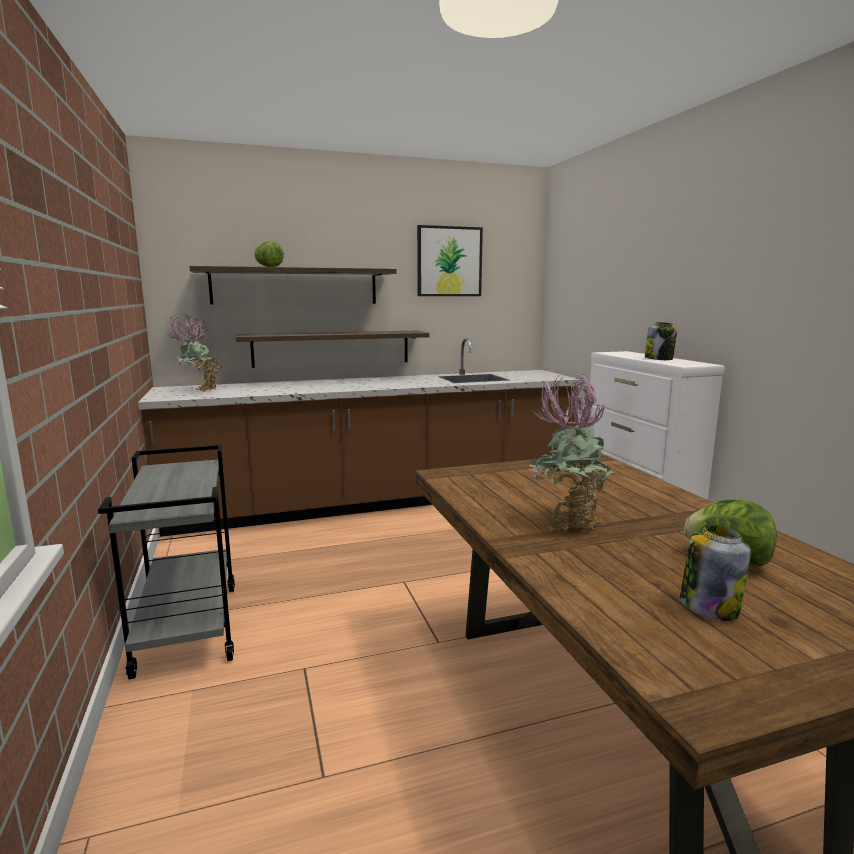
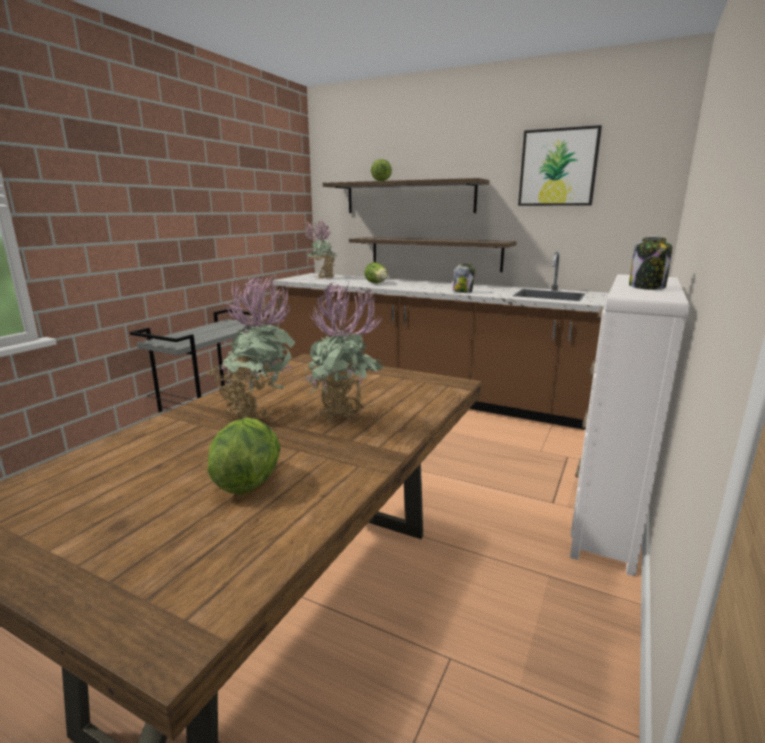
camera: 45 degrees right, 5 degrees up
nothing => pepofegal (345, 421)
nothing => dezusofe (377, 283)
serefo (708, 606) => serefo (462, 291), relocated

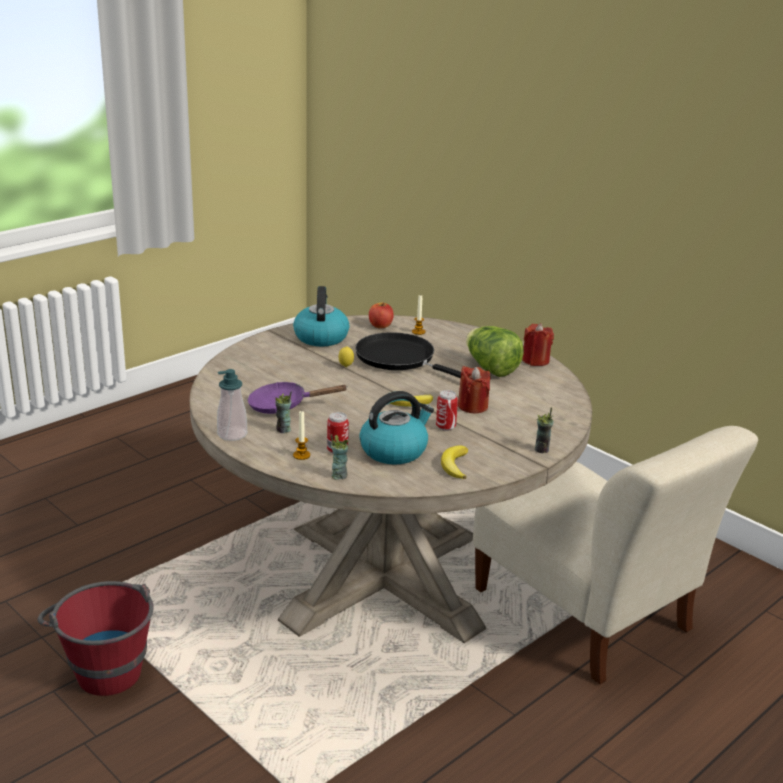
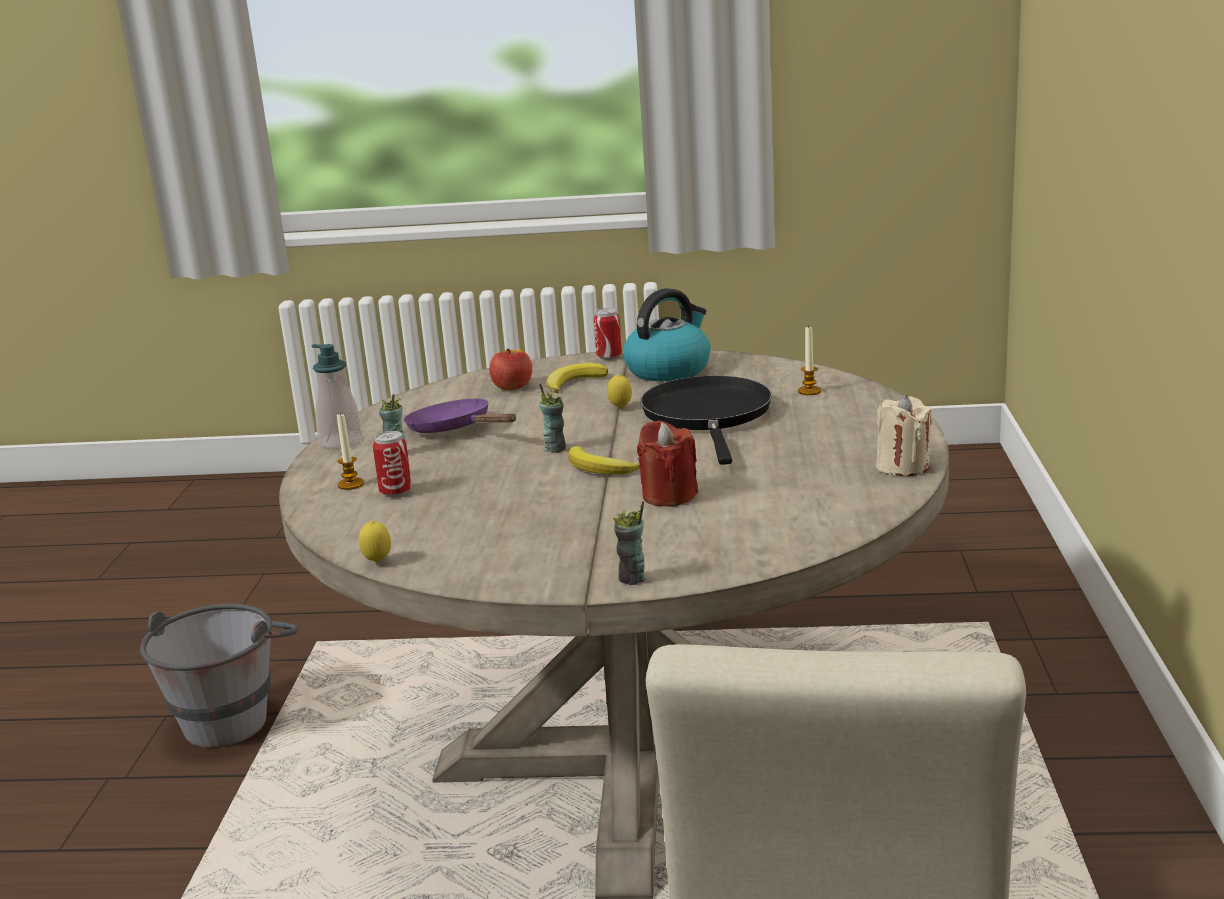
camera: 50 degrees right, 5 degrees down
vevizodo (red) (104, 666) => vevizodo (grey) (234, 714)
nothing => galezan (377, 562)
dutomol (380, 325) => dutomol (512, 387), relocated
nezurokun (339, 475) => nezurokun (555, 448), relocated
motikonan (454, 465) => motikonan (574, 382), relocated
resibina (445, 427) => resibina (609, 357), relocated
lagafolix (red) (535, 360) => lagafolix (beige) (902, 466)
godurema (394, 450) => nothing
dezusofe (491, 368) => nothing

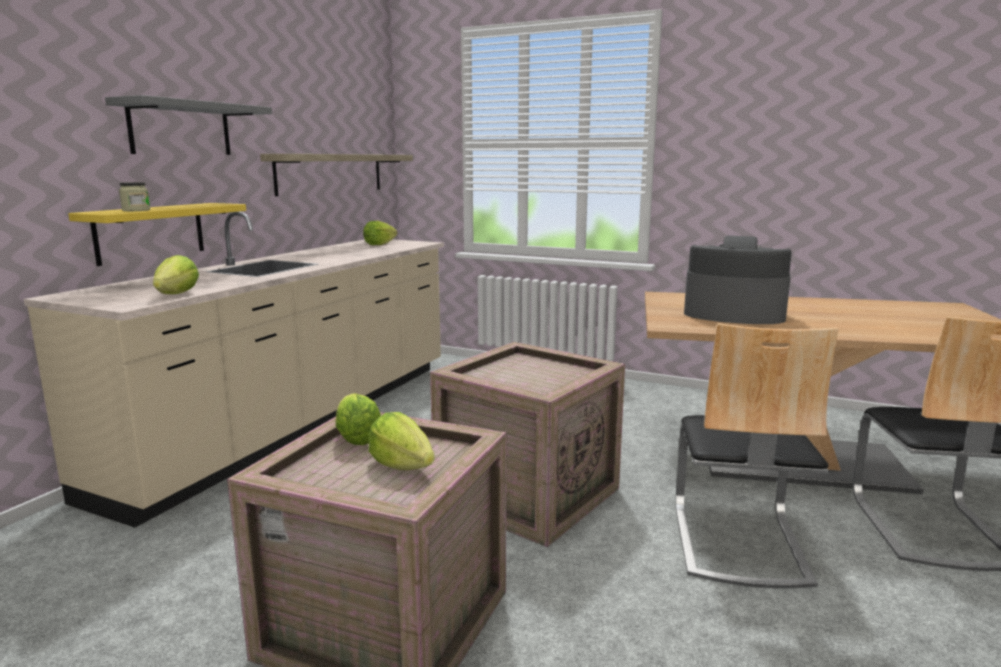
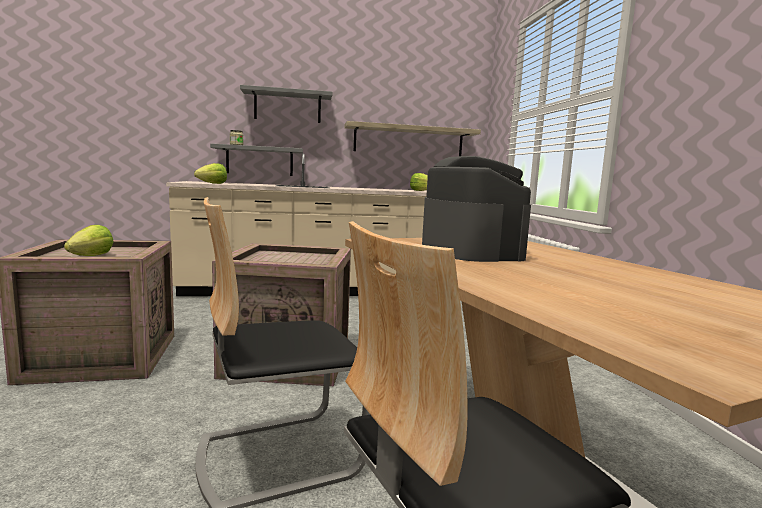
camera: 55 degrees right, 5 degrees down
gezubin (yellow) (150, 232) => gezubin (grey) (259, 161)
dezusofe (357, 438) => nothing

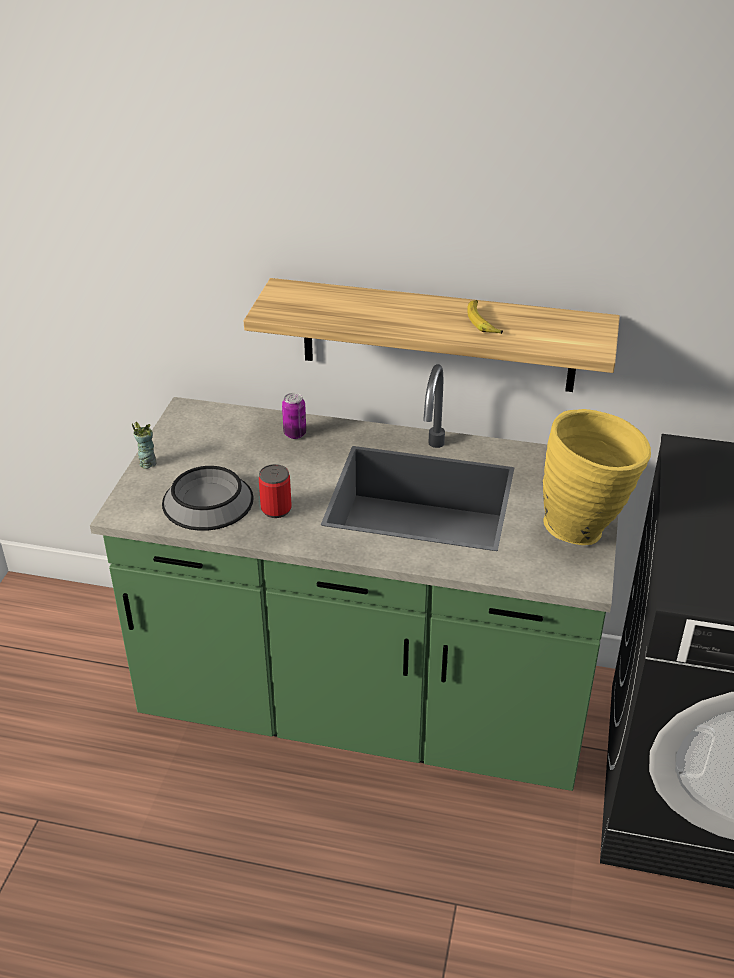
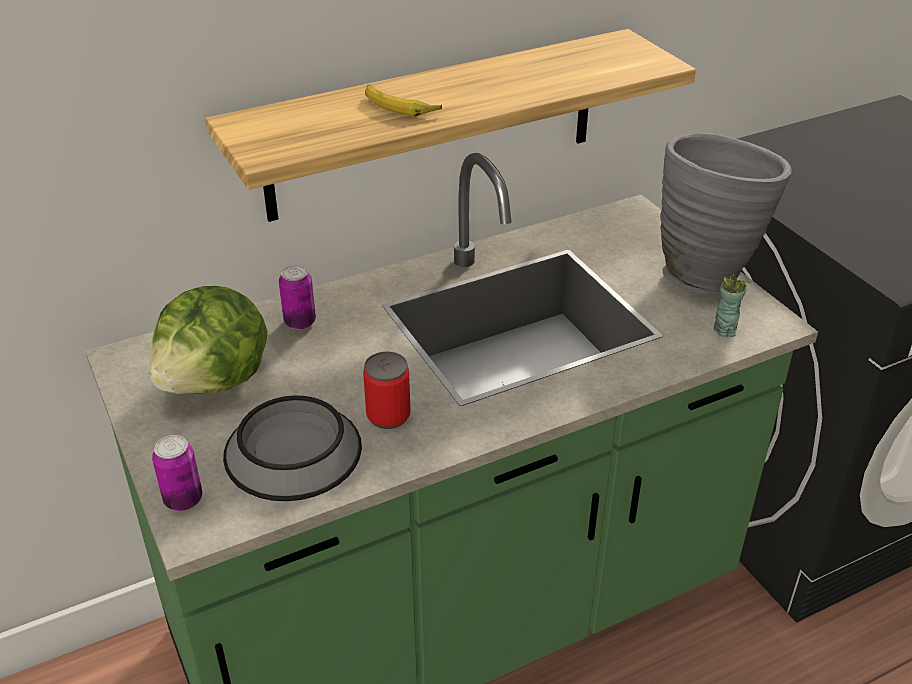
camera: 40 degrees left, 0 degrees up
nothing => dezusofe (216, 381)
nothing => resibina (183, 500)
motikonan (482, 322) => motikonan (399, 107), relocated
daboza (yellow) (586, 528) => daboza (grey) (706, 274)
nezurokun (147, 463) => nezurokun (724, 330), relocated

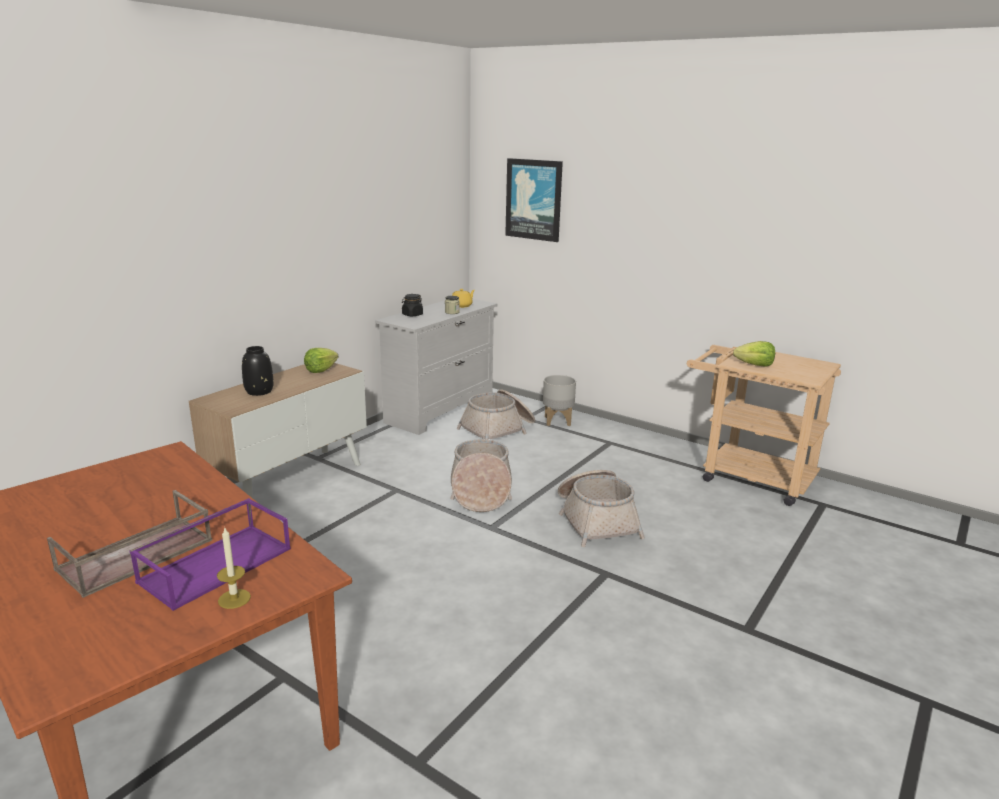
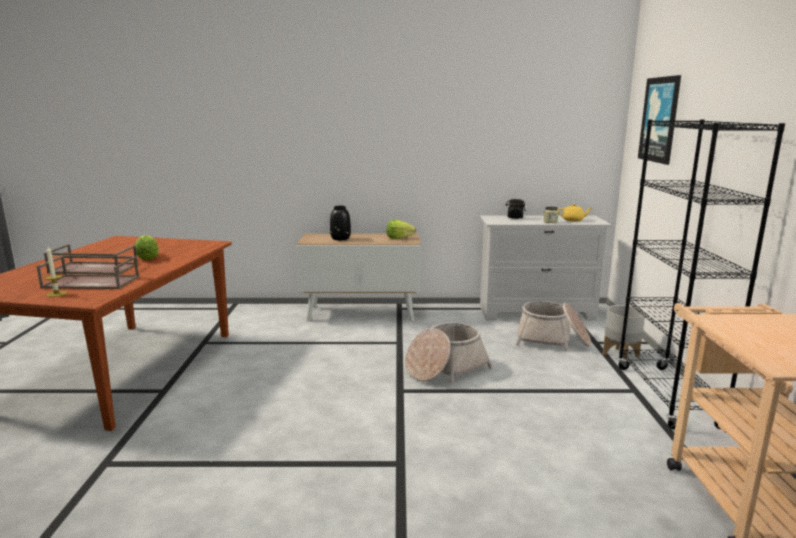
camera: 55 degrees right, 5 degrees down
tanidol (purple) (216, 564) => tanidol (brown) (92, 282)
dezusofe (755, 365) => dezusofe (148, 257), relocated
nothing => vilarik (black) (667, 396)
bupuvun (596, 520) => nothing

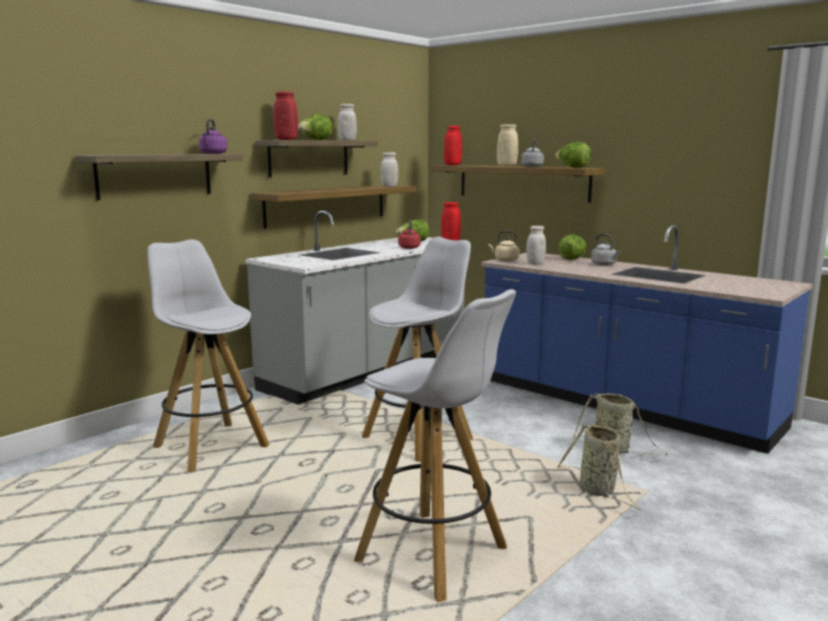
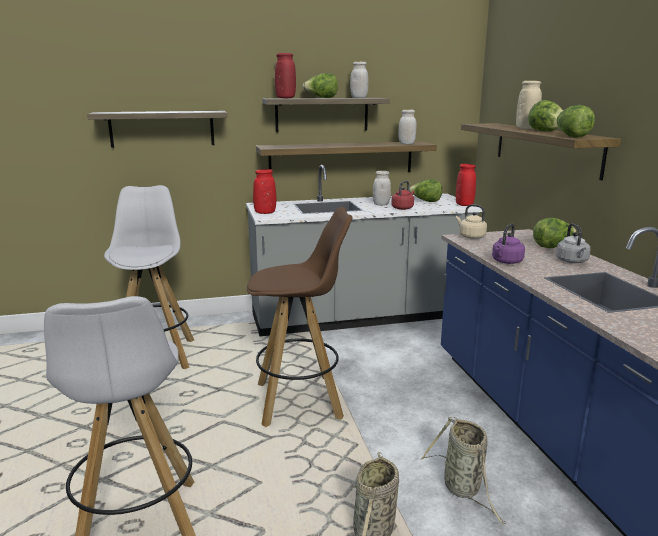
camera: 35 degrees right, 5 degrees up
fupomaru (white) (418, 438) => fupomaru (brown) (300, 400)
daboza (red) (452, 165) => daboza (red) (265, 213), relocated
serefo (white) (535, 263) => serefo (white) (381, 204), relocated
godurema (purple) (213, 153) => godurema (purple) (506, 262), relocated
godurema (grey) (532, 166) => dezusofe (545, 131)

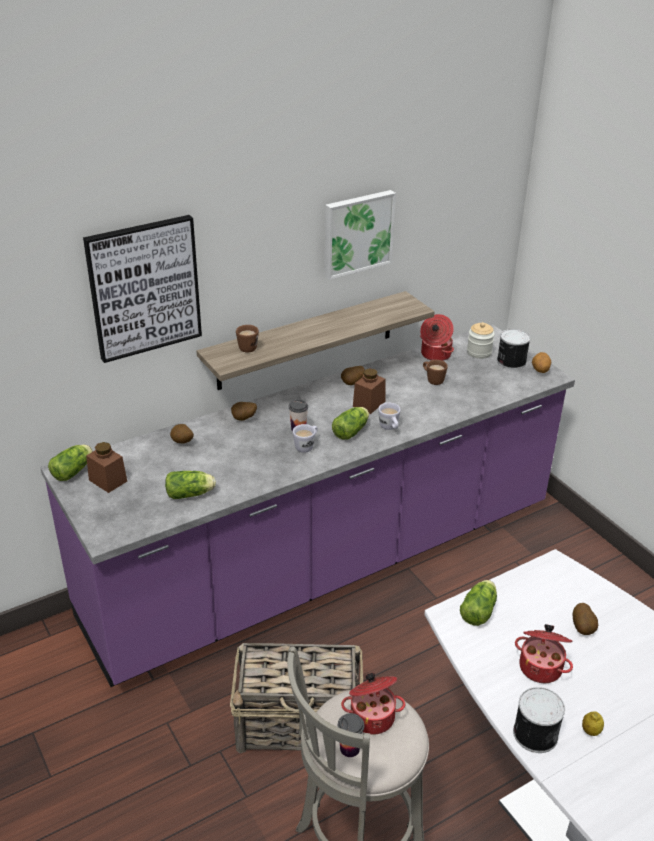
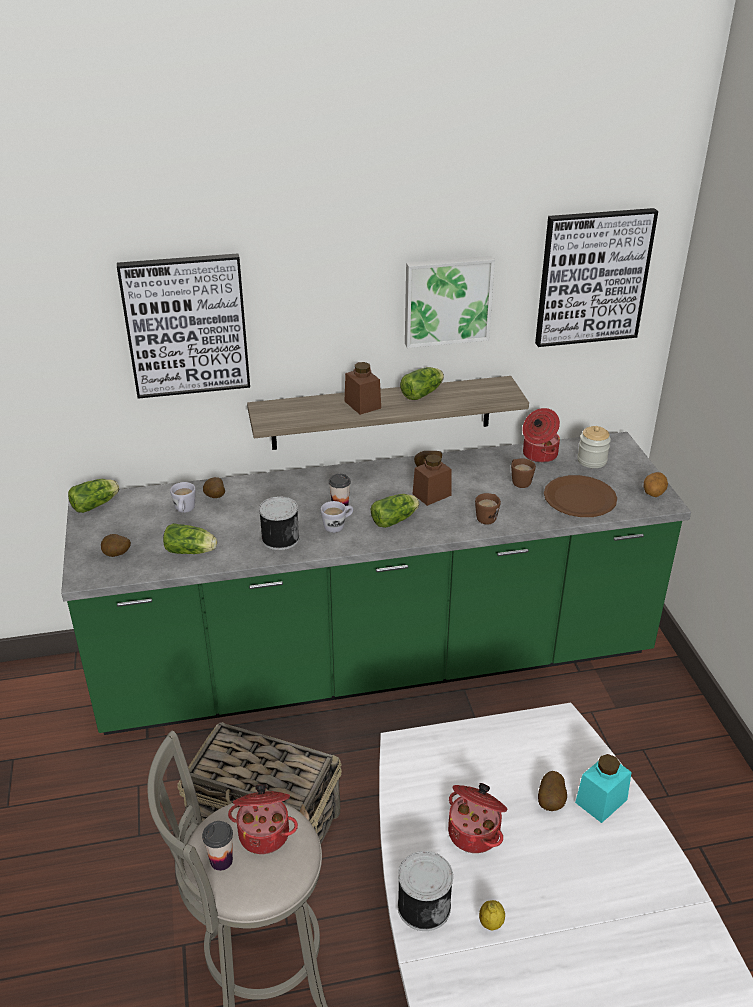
camera: 20 degrees right, 0 degrees up
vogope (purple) (324, 563) => vogope (green) (376, 662)
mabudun (244, 419) => mabudun (116, 555), relocated
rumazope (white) (390, 428) => rumazope (white) (184, 511), relocated
resibina (510, 361) => resibina (279, 538), relocated
serefo (brown) (108, 480) => serefo (brown) (362, 404), relocated
dezusofe (479, 610) => dezusofe (423, 393), relocated
rumazope (brown) (248, 346) => rumazope (brown) (487, 517), relocated
nothing => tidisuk (593, 277)
nothing => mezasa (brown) (580, 498)
nothing => serefo (turquoise) (601, 801)

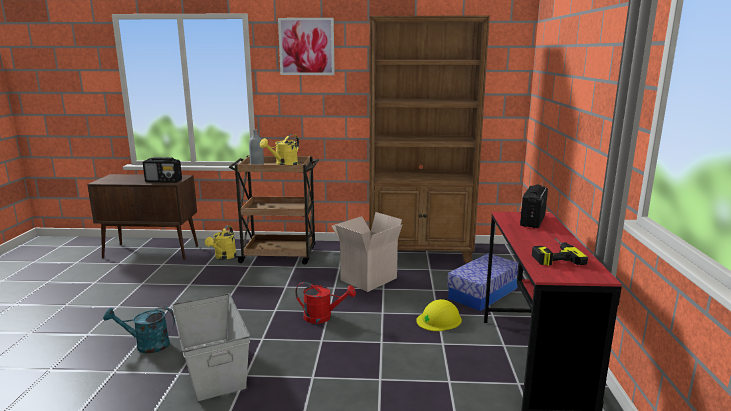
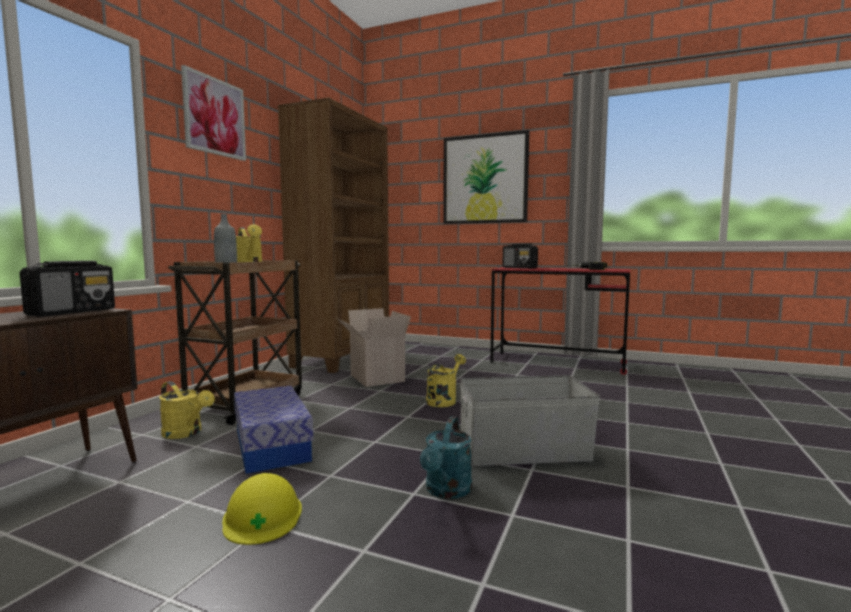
camera: 70 degrees left, 10 degrees down
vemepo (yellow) (439, 320) => vemepo (yellow) (262, 516), relocated
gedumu (483, 293) => gedumu (272, 445), relocated
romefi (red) (323, 317) => romefi (yellow) (444, 400)
nothing => tidisuk (485, 179)

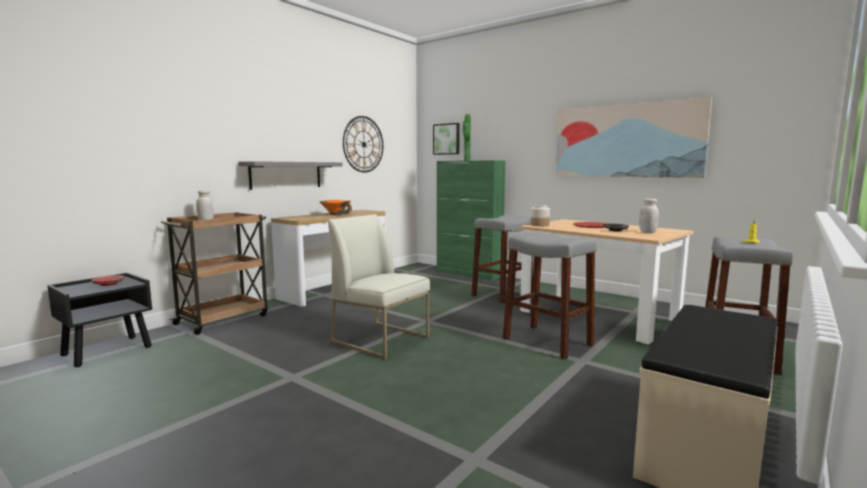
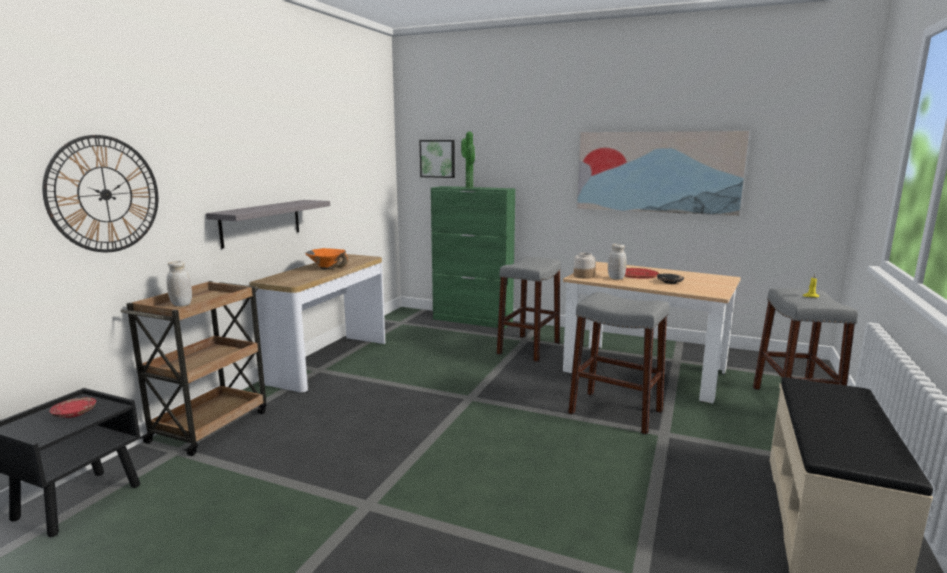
camera: 15 degrees left, 5 degrees up
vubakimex (363, 144) => vubakimex (105, 194), relocated
serefo (white) (647, 232) => serefo (white) (616, 278), relocated
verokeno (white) (381, 339) => nothing

